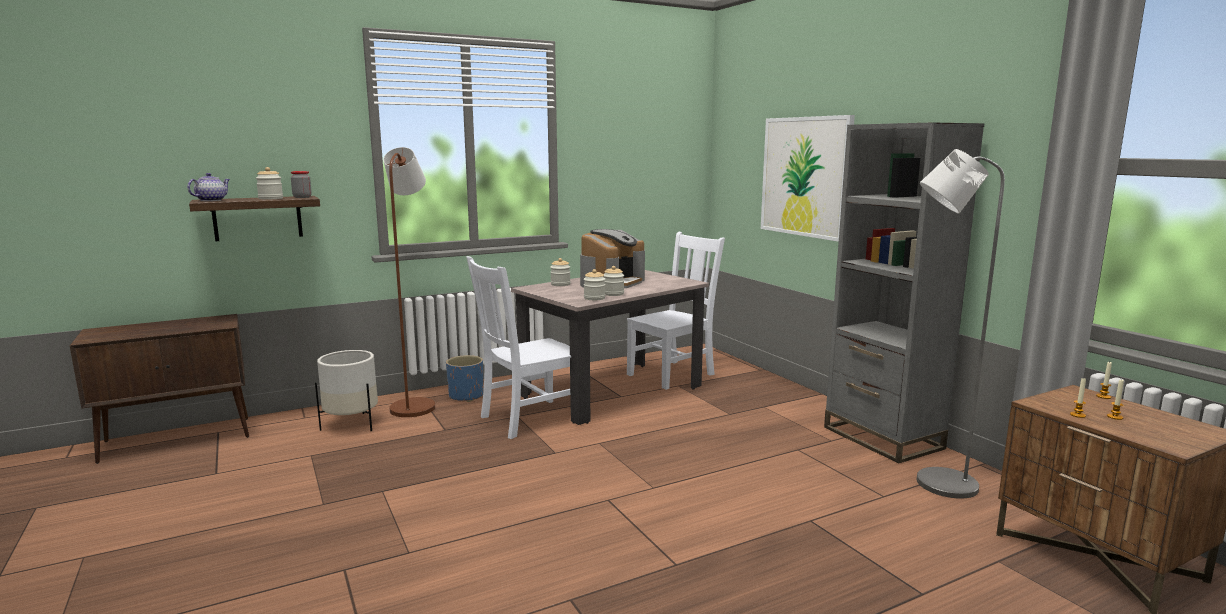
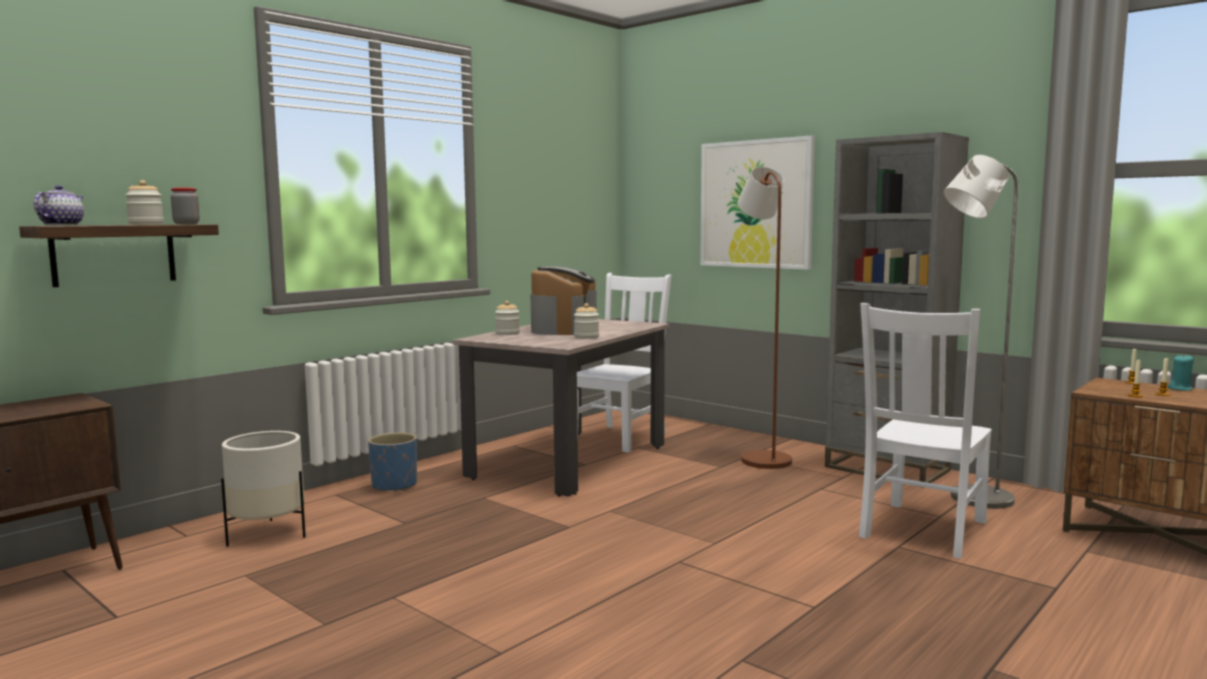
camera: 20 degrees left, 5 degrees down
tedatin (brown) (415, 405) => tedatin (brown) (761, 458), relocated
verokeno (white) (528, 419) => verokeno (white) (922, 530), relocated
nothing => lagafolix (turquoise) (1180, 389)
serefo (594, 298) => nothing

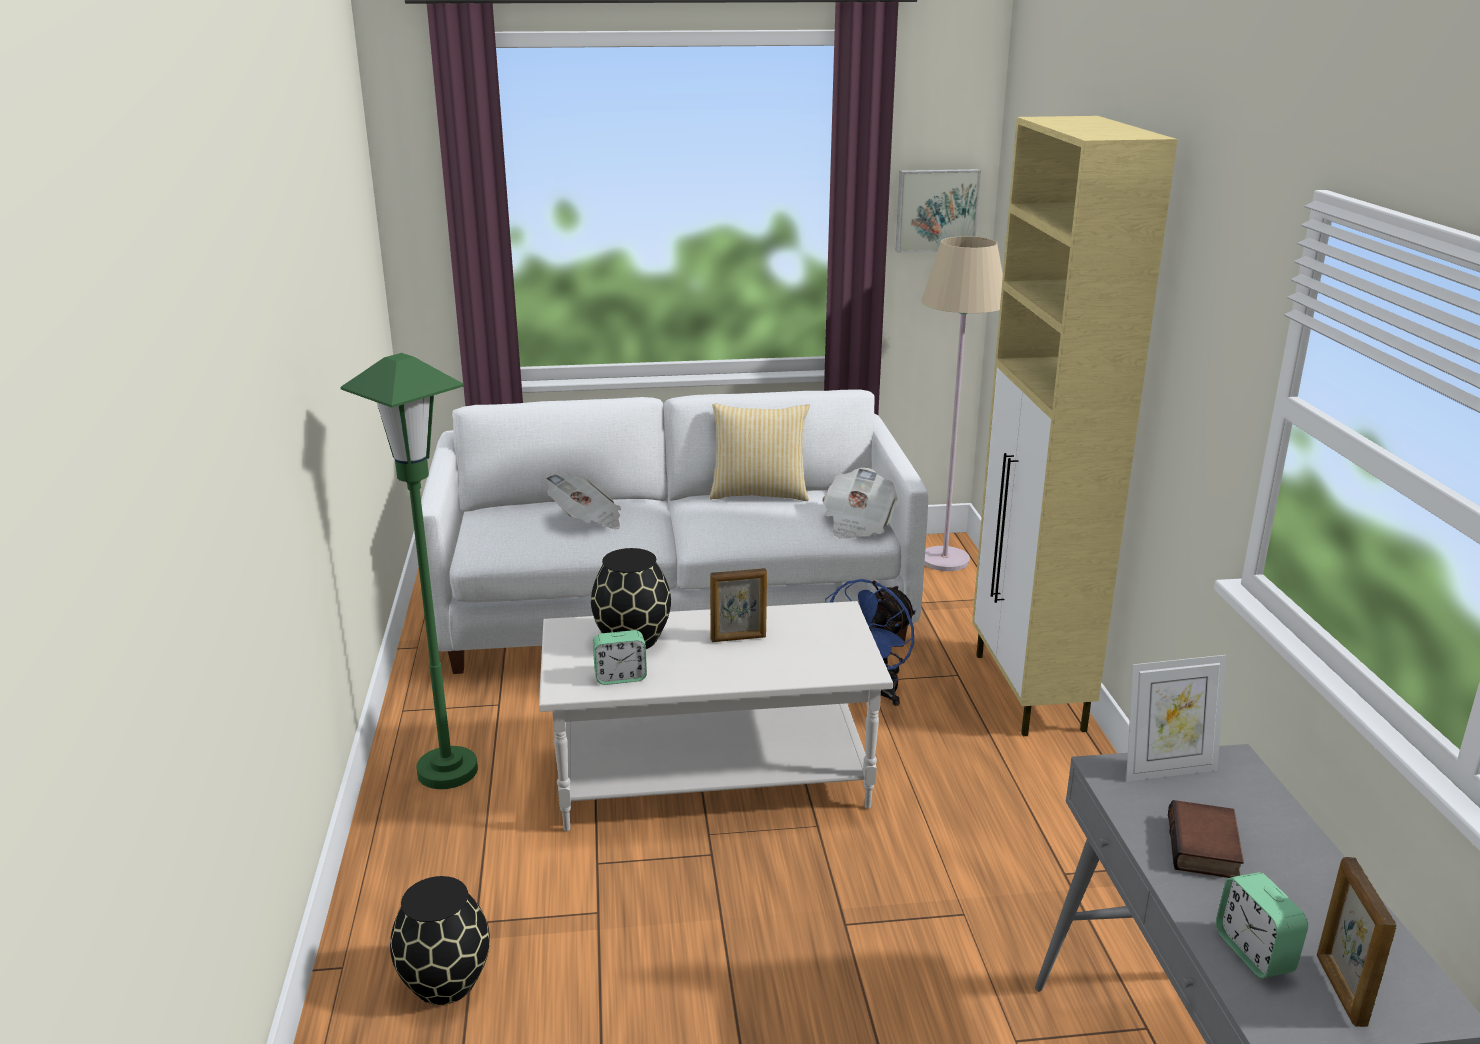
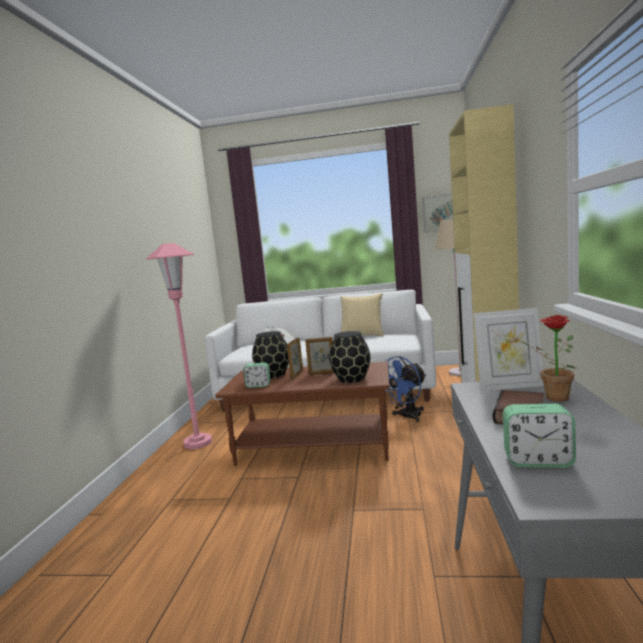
camera: 15 degrees right, 15 degrees down
tedatin (green) (447, 771) => tedatin (pink) (197, 443)
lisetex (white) (713, 775) => lisetex (brown) (315, 446)
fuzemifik (1340, 990) => fuzemifik (297, 375), relocated
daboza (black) (445, 981) => daboza (black) (351, 379), relocated
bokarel (1254, 952) => bokarel (538, 461), 75 degrees counterclockwise
nothing => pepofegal (552, 397)
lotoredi (857, 524) => nothing

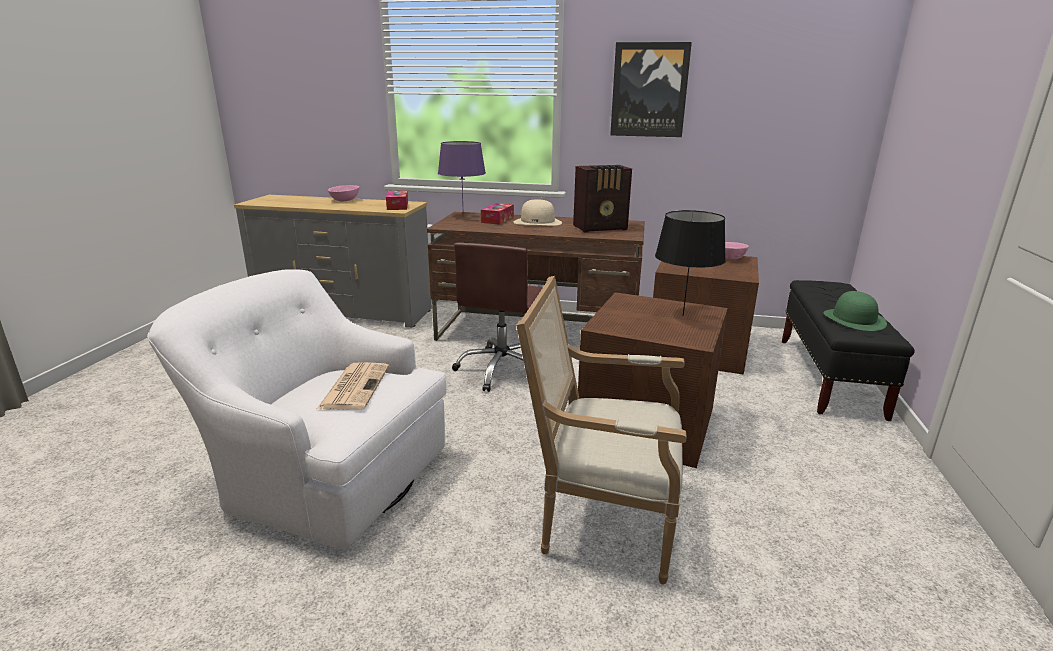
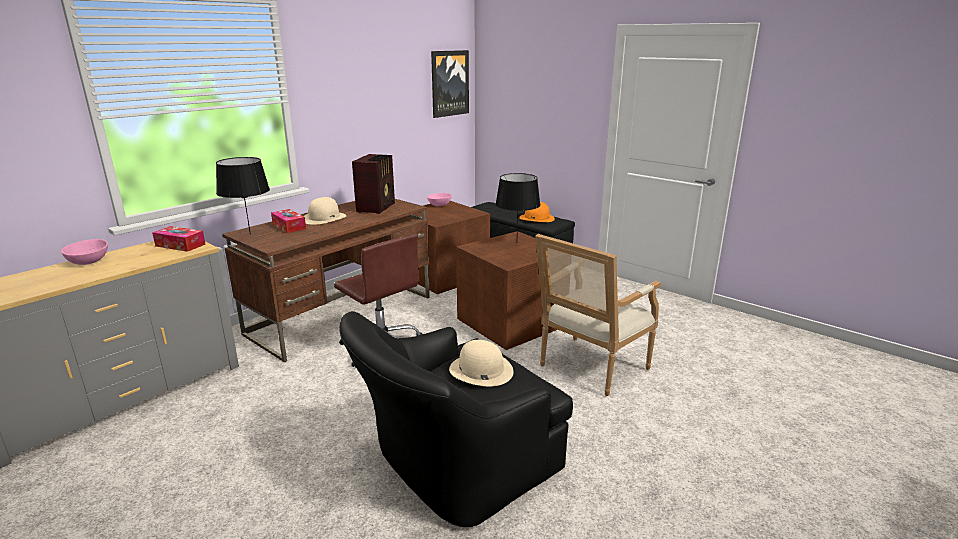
camera: 60 degrees left, 0 degrees up
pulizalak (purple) (463, 216) => pulizalak (black) (250, 234)
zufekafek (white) (325, 474) => zufekafek (black) (454, 466)
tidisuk (649, 90) => tidisuk (449, 83), relocated
lotoredi (355, 386) => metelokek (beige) (480, 370)
metelokek (green) (854, 319) => metelokek (orange) (537, 218)

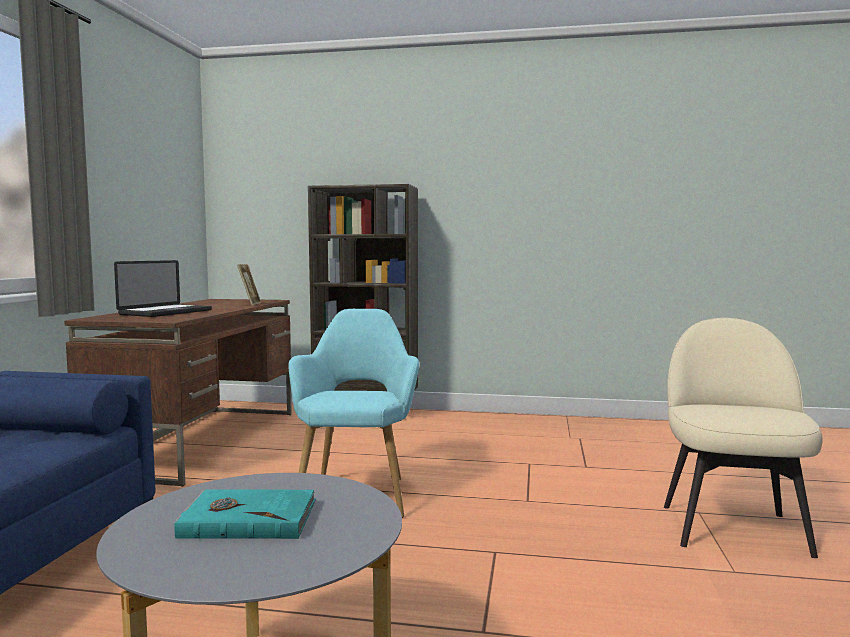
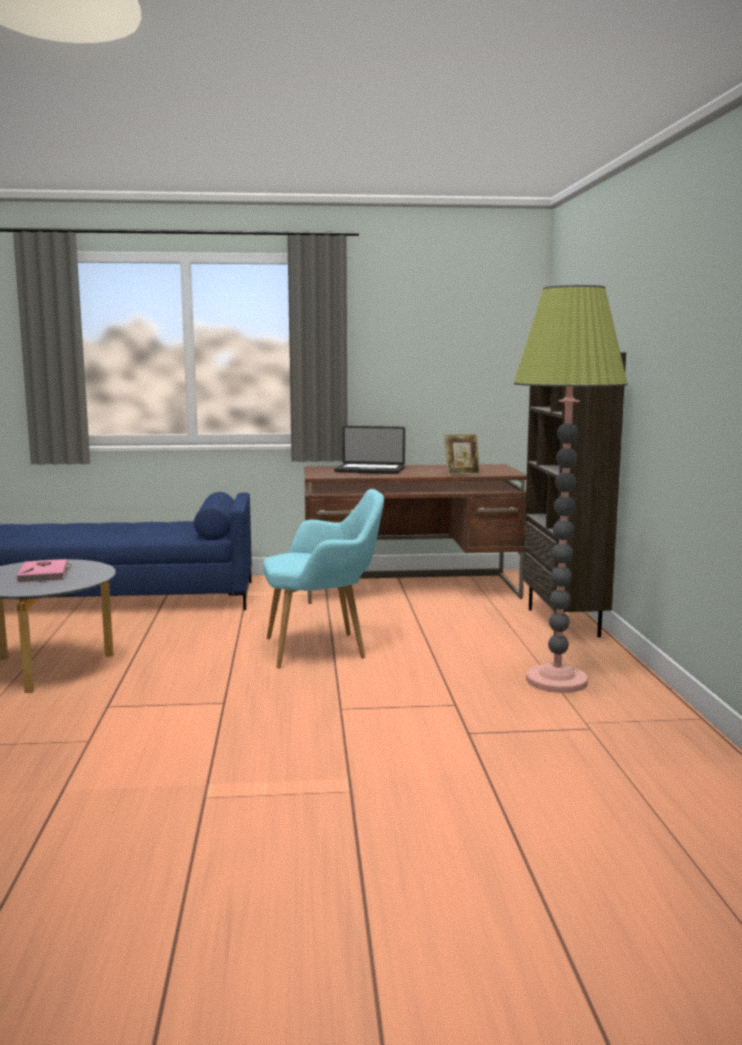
camera: 75 degrees right, 5 degrees up
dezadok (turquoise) (248, 519) => dezadok (pink) (44, 574)
nothing => tedatin (556, 681)
verokeno (beige) (732, 528) => nothing

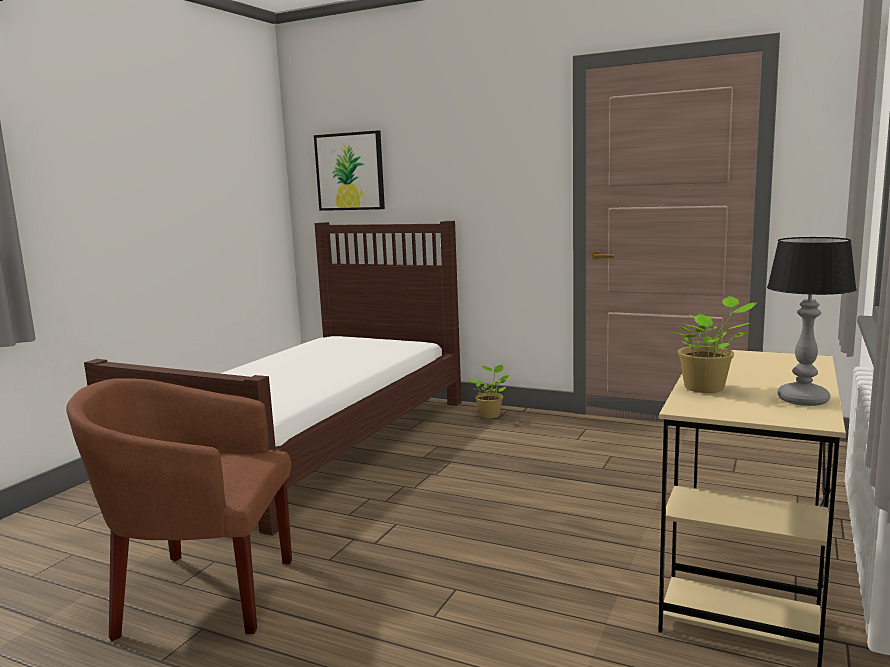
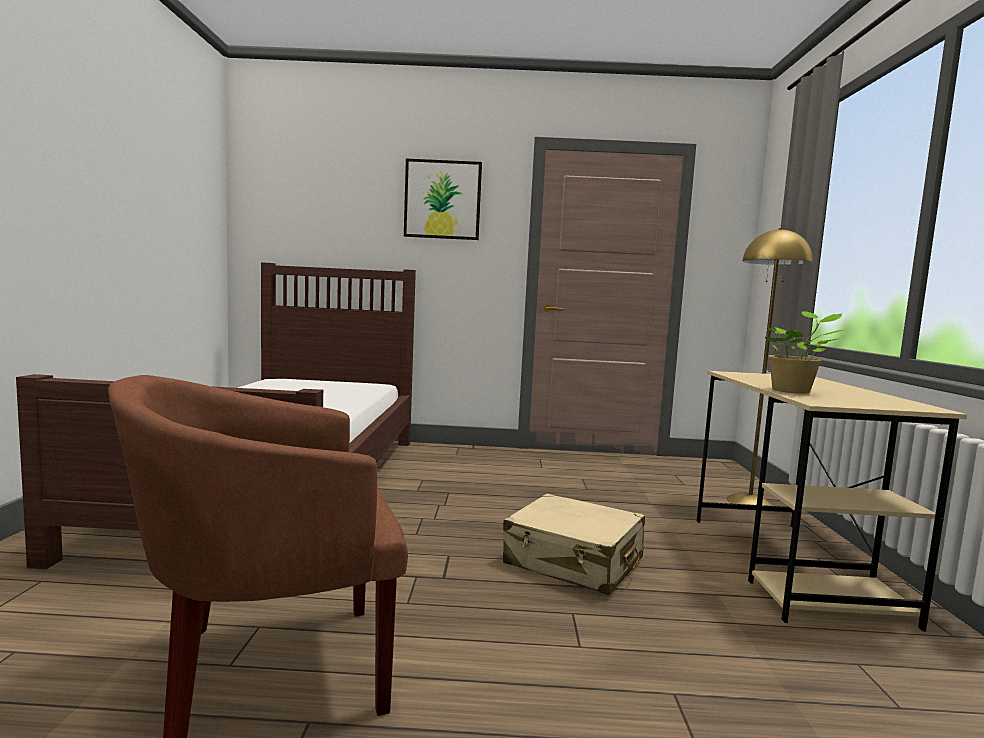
camera: 25 degrees left, 5 degrees down
tidisuk (350, 171) => tidisuk (442, 200), relocated
nothing => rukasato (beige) (573, 562)
nothing => tedatin (yellow) (750, 502)
pepofegal (490, 415) => nothing
pulizalak (802, 400) => nothing

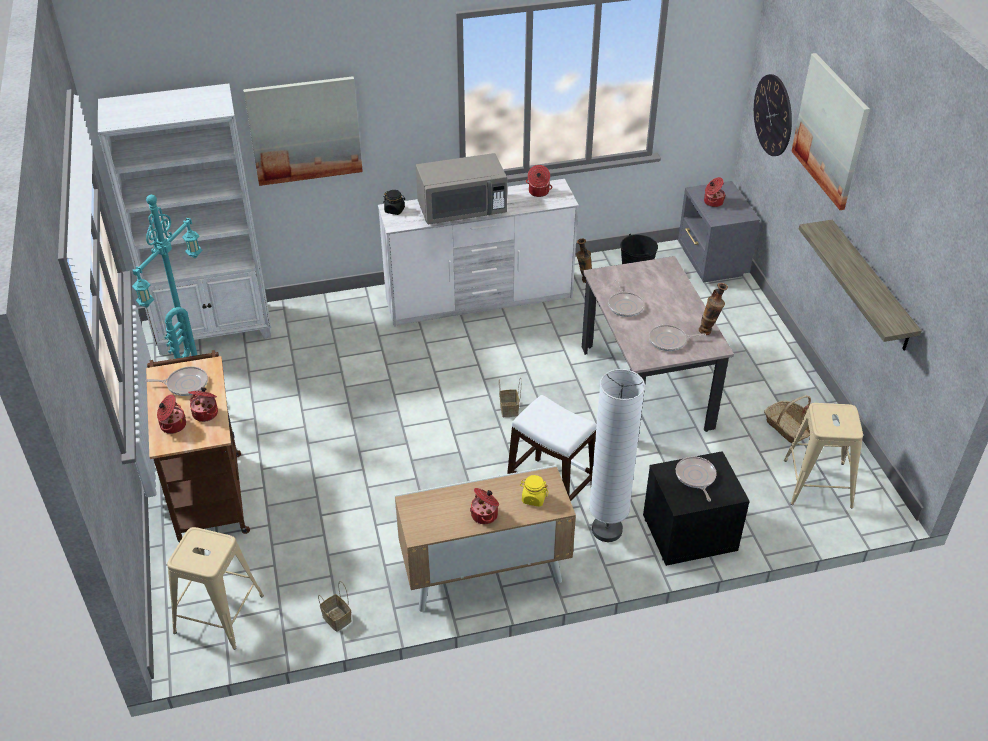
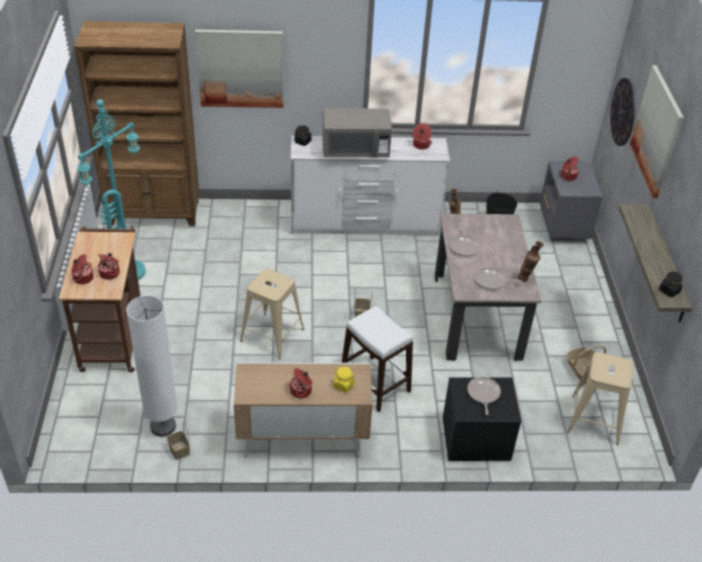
camera: 10 degrees right, 0 degrees up
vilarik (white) (215, 329) => vilarik (brown) (154, 213)
tedatin (white) (607, 530) => tedatin (white) (163, 426), relocated
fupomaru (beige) (219, 614) => fupomaru (beige) (272, 335), relocated
nothing => serefo (black) (669, 291)
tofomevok (185, 384) => nothing

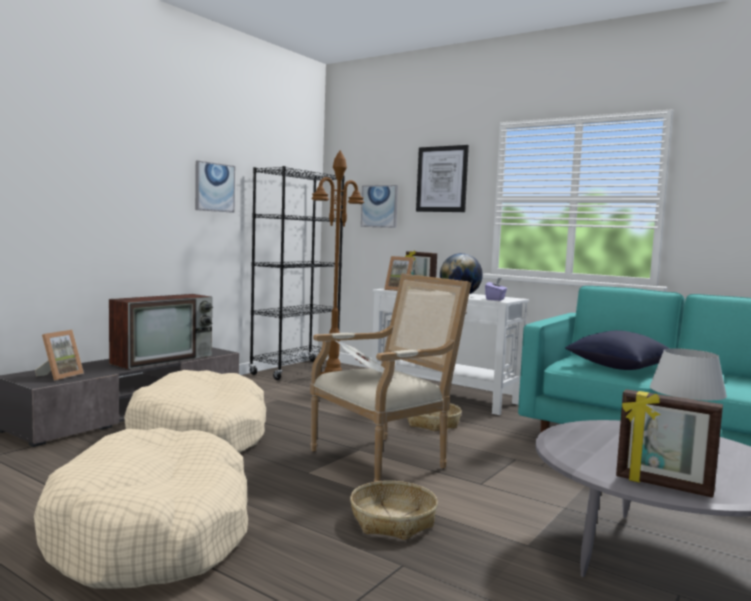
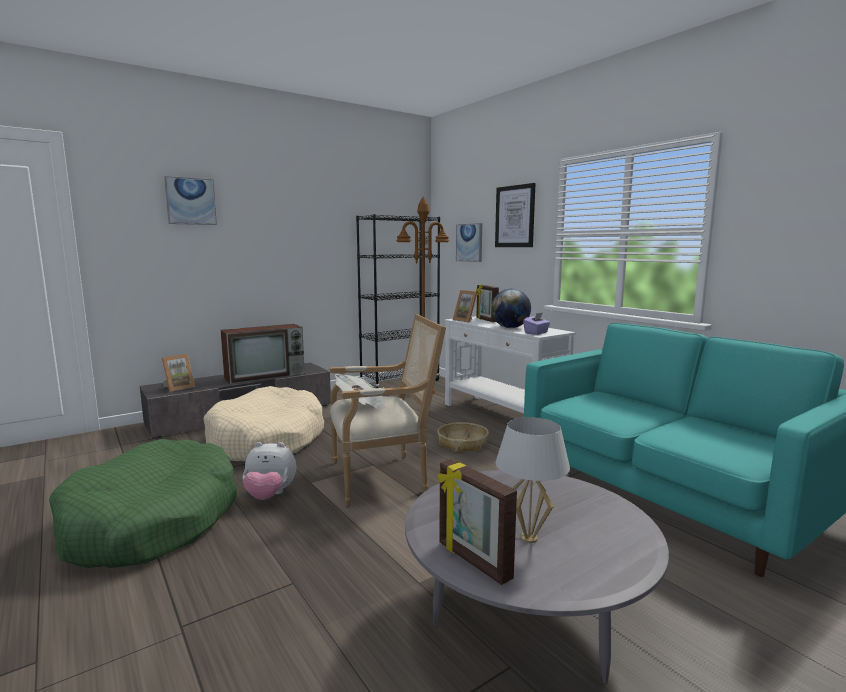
camera: 20 degrees right, 5 degrees up
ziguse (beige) (153, 532) => ziguse (green) (151, 521)
tidisuk (214, 187) => tidisuk (190, 201), relocated
nothing => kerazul (270, 496)
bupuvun (392, 521) => nothing
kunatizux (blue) (619, 367) => nothing

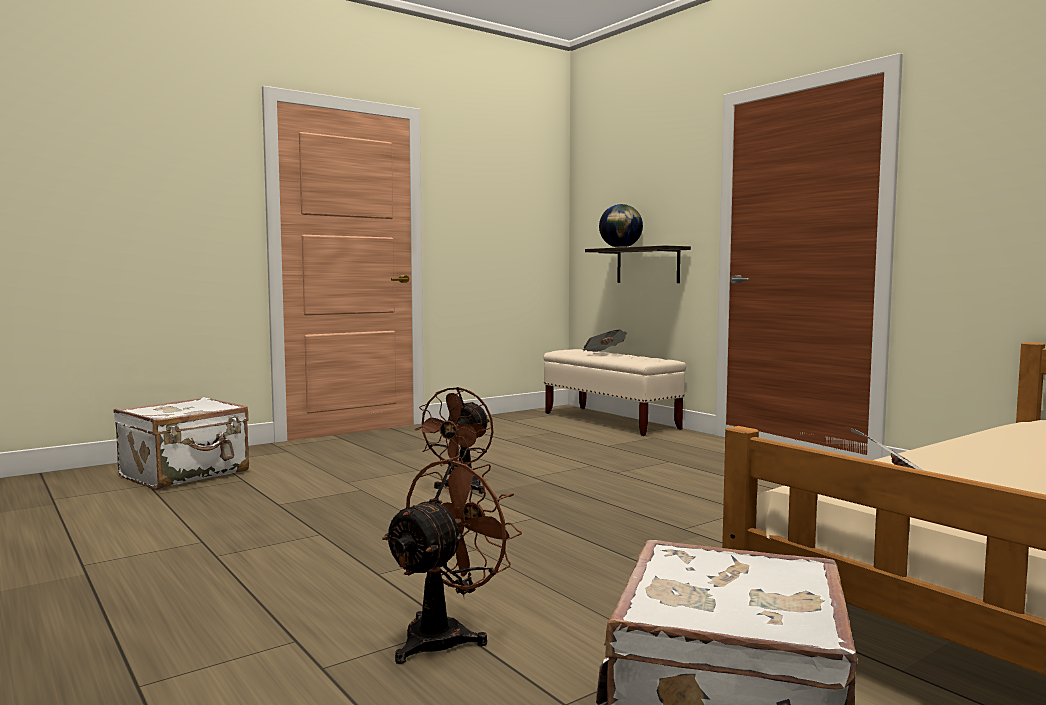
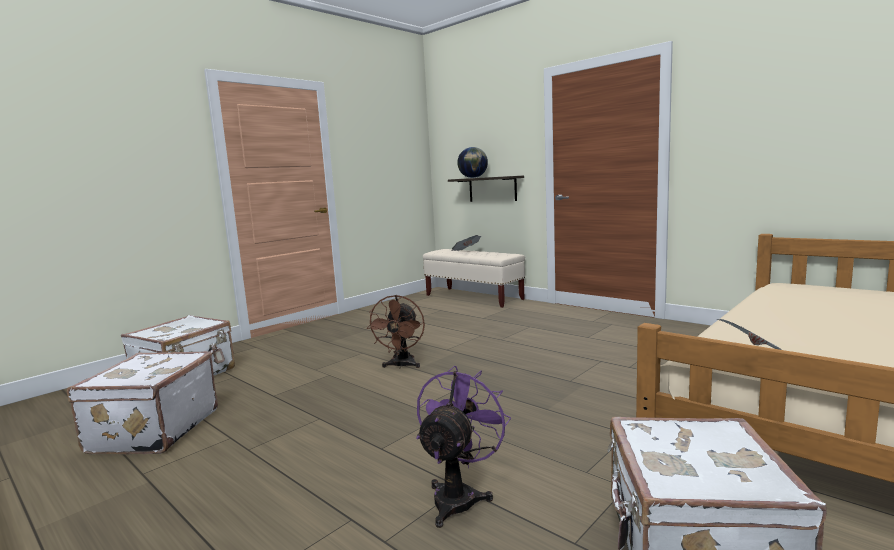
camera: 10 degrees left, 5 degrees up
nothing => rukasato (white) (152, 431)
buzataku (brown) (446, 635) => buzataku (purple) (459, 496)

